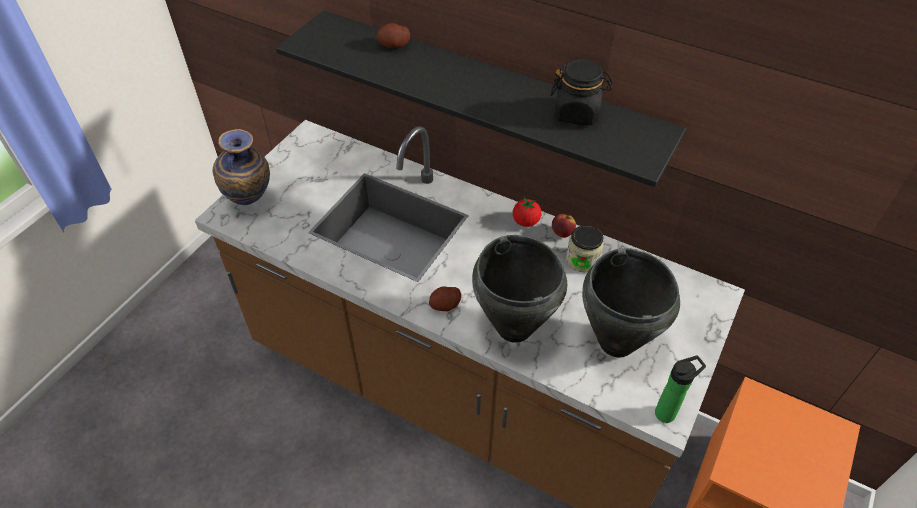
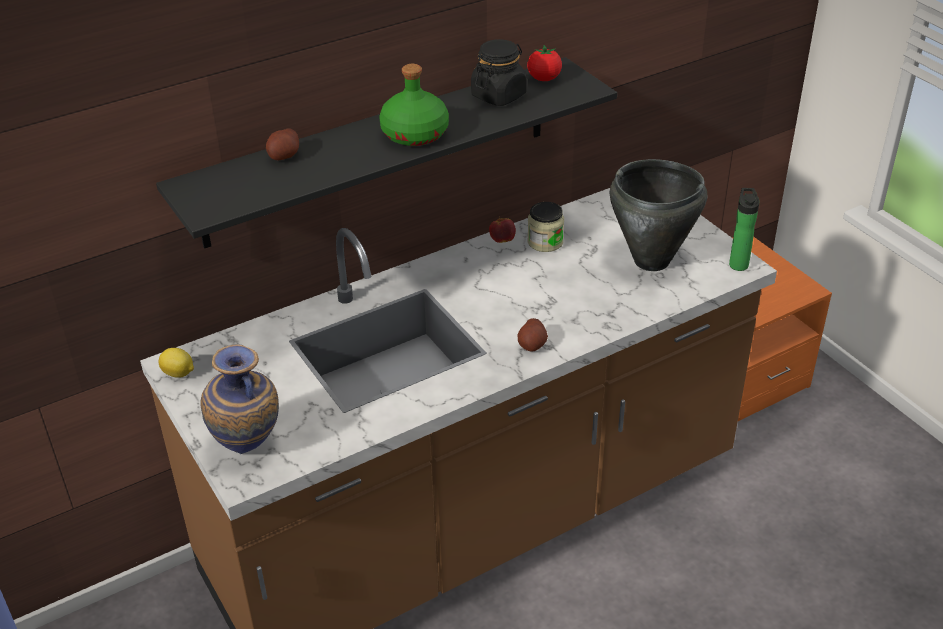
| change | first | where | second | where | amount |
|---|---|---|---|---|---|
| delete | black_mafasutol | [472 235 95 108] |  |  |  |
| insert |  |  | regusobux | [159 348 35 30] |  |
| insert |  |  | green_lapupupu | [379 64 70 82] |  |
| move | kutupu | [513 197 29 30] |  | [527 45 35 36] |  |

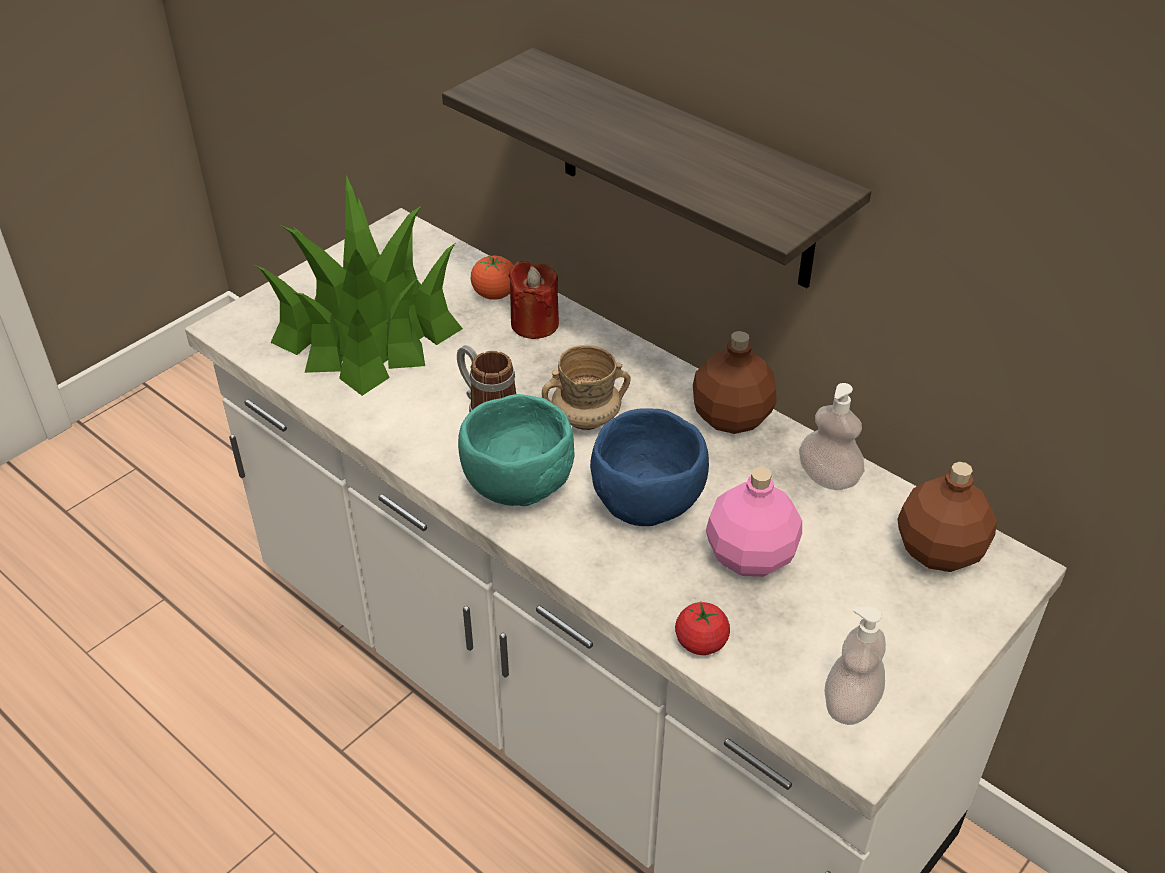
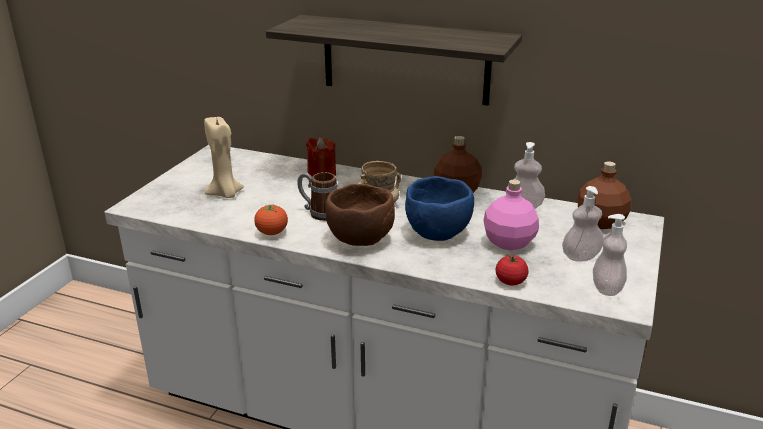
| change | first | where | second | where | amount |
|---|---|---|---|---|---|
| insert |  |  | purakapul | [562 186 42 76] |  |
| move | kutupu | [471 256 42 44] |  | [254 204 34 31] |  |
| replace | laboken | [254 175 209 221] | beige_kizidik | [204 117 40 81] |  |
| recolor | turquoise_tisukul | [458 394 117 112] | brown_tisukul | [325 184 70 62] |  |

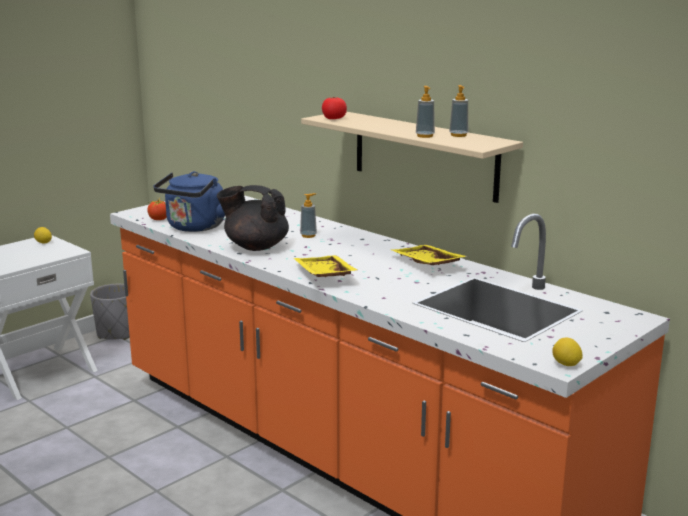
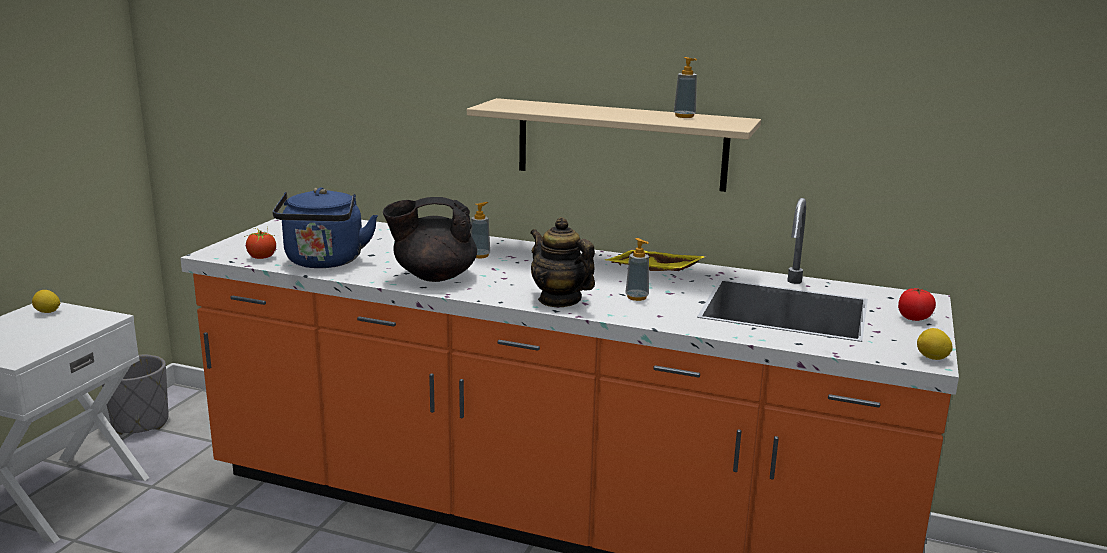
| change | first | where | second | where | amount |
|---|---|---|---|---|---|
| move | kutupu | [322 97 25 22] |  | [898 287 38 34] |  |
| move | purakapul | [416 86 19 52] |  | [625 238 24 63] |  |
| replace | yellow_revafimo | [294 255 64 22] | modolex | [530 217 65 90] |  |

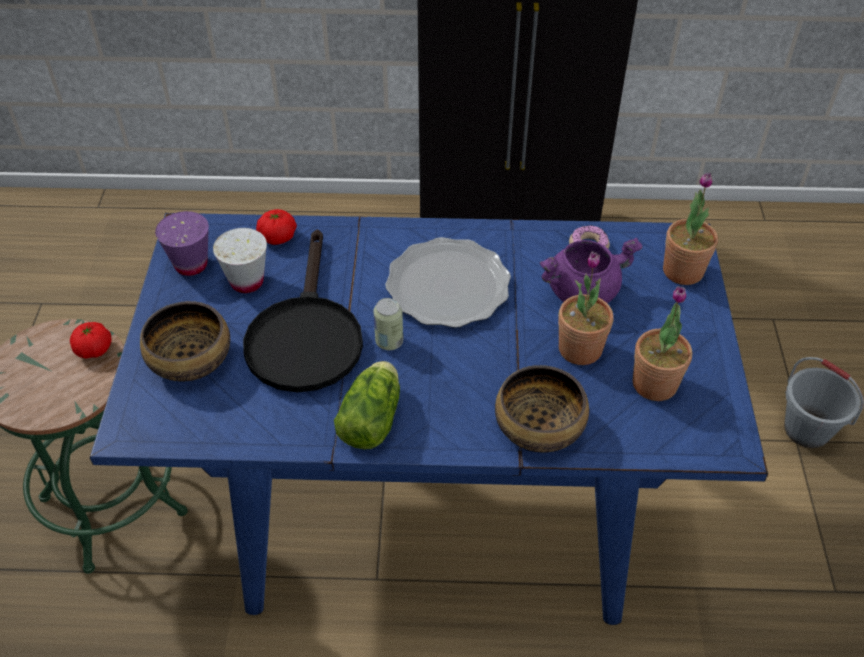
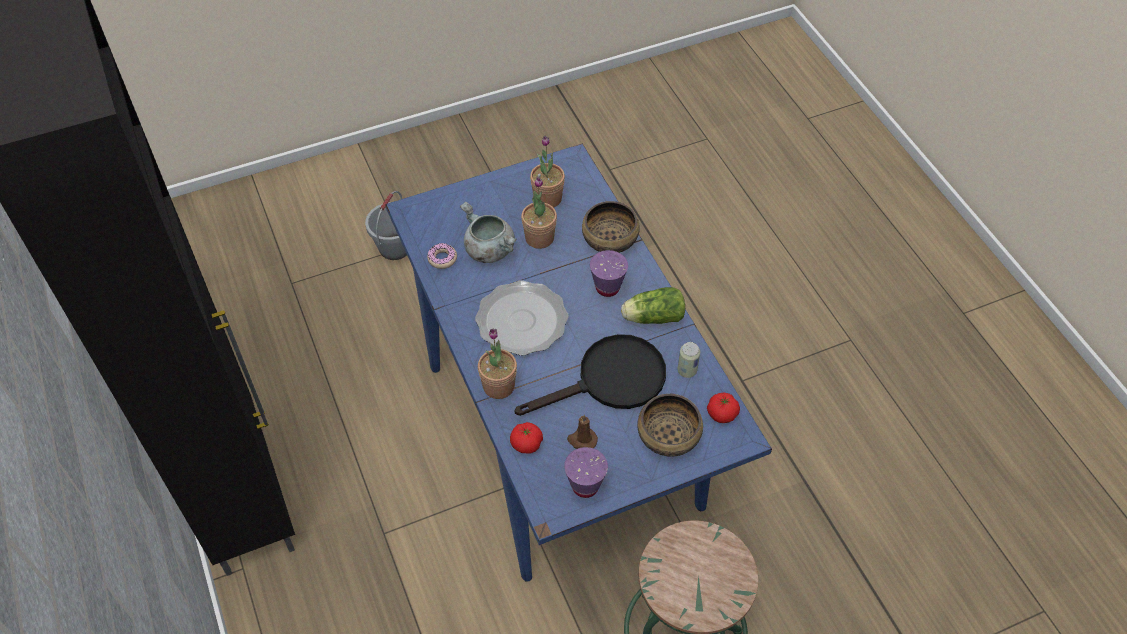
| change | first | where | second | where | amount |
|---|---|---|---|---|---|
| insert |  |  | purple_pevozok | [590 250 38 47] |  |
| move | kutupu | [70 322 42 37] |  | [707 393 33 30] |  |
| move | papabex | [373 298 30 52] |  | [677 342 23 36] |  |
| move | laboken | [663 172 55 113] |  | [478 329 39 70] |  |
| replace | white_pevozok | [213 228 54 65] | brown_kizidik | [567 414 31 35] |  |
| recolor | purple_mafasutol | [540 238 103 65] | grey_mafasutol | [460 202 57 61] |  |

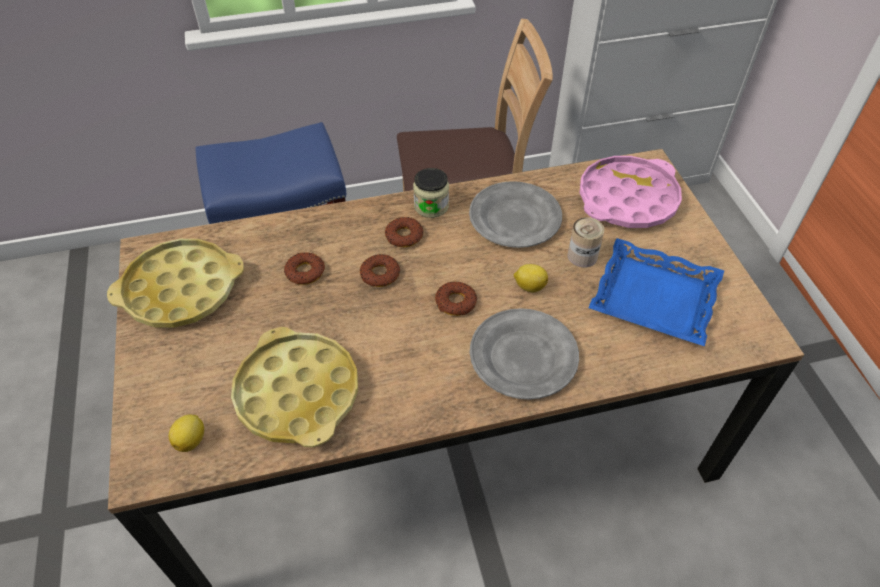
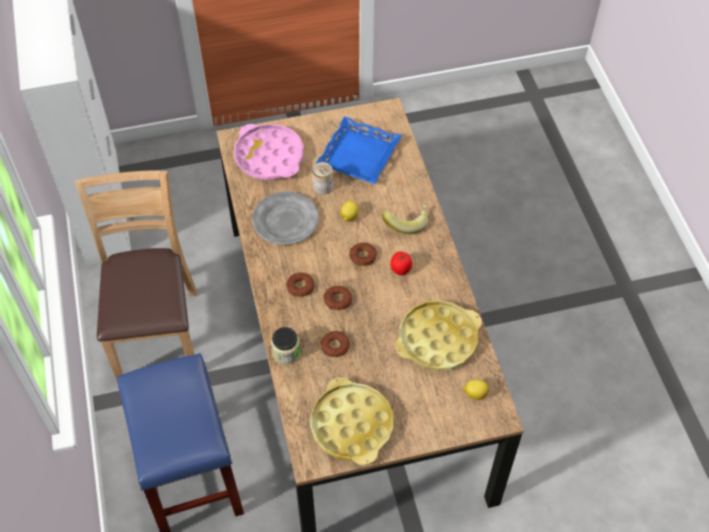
| change | first | where | second | where | amount |
|---|---|---|---|---|---|
| insert |  |  | kutupu | [390 251 22 24] |  |
| move | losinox | [413 168 36 50] |  | [271 327 29 37] |  |
| replace | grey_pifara | [470 308 109 91] | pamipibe | [382 205 46 29] |  |

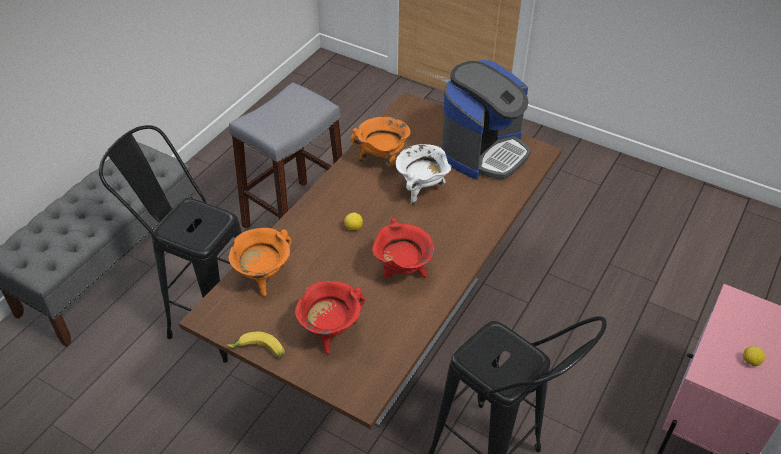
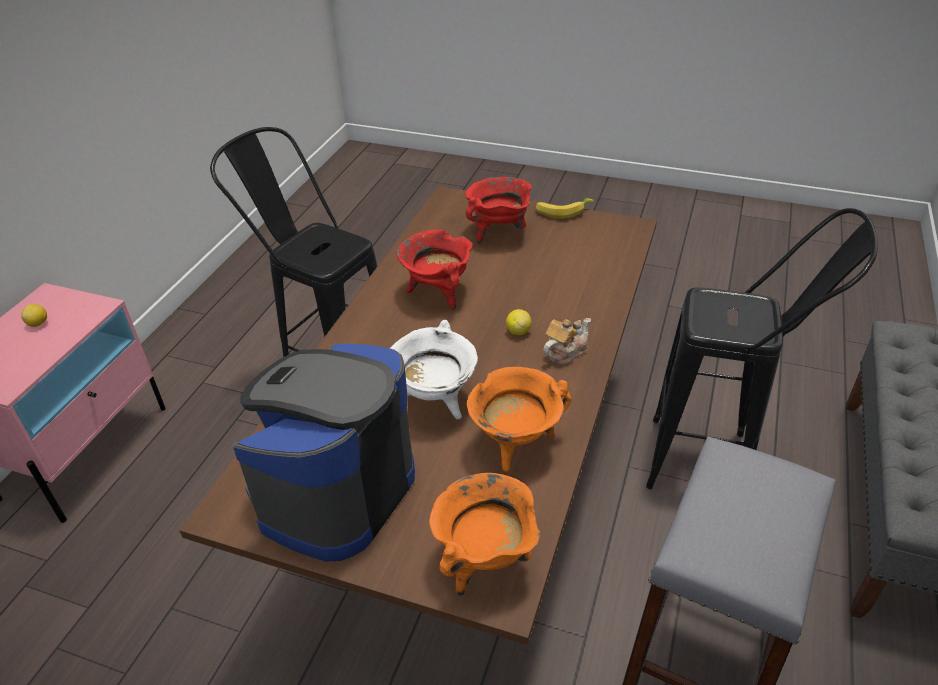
| change | first | where | second | where | amount |
|---|---|---|---|---|---|
| insert |  |  | modolex | [543 318 48 47] |  |
| move | orange_mafasutol | [229 228 62 68] |  | [429 473 112 123] |  |

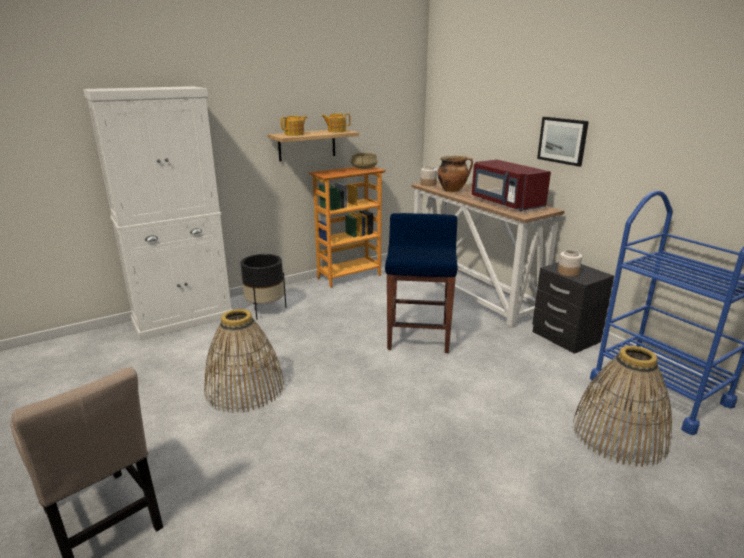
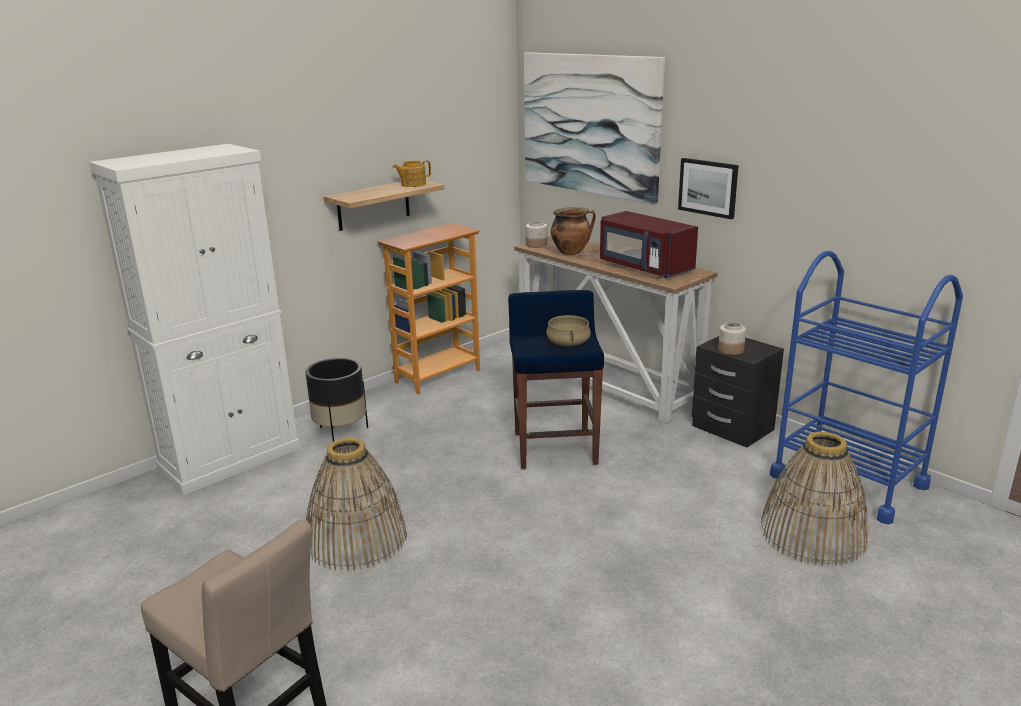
| change | first | where | second | where | amount |
|---|---|---|---|---|---|
| delete | modolex | [281 116 26 20] |  |  |  |
| insert |  |  | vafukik | [524 52 141 153] |  |
| move | beige_mafasutol | [351 153 27 16] |  | [546 315 45 31] |  |

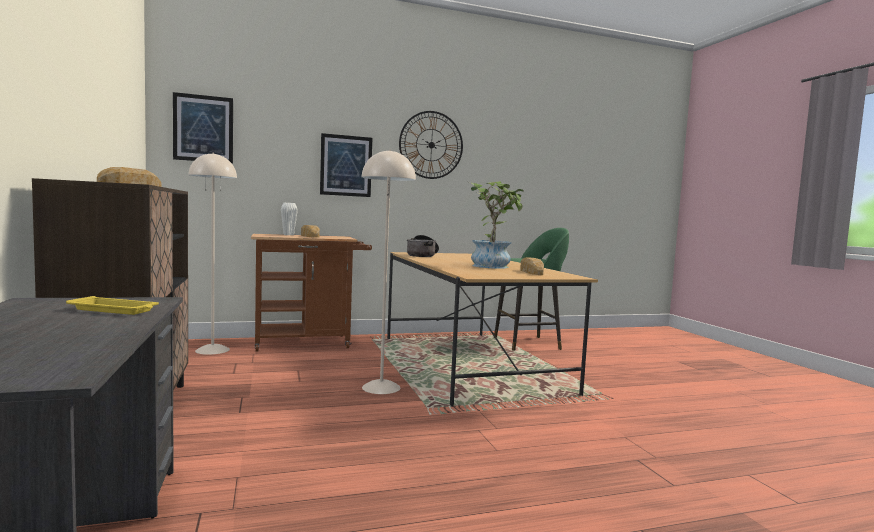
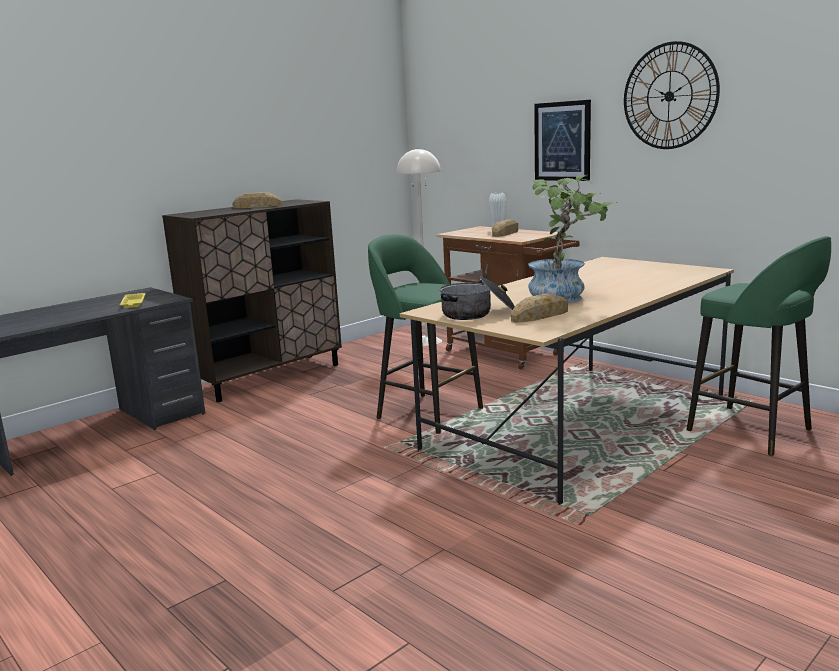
| change | first | where | second | where | amount |
|---|---|---|---|---|---|
| delete | vafukik | [173 92 60 72] |  |  |  |
| move | mafasutol | [407 235 32 22] |  | [440 276 75 44] |  |
| replace | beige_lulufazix | [362 149 54 245] | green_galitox | [368 234 115 200] |  |

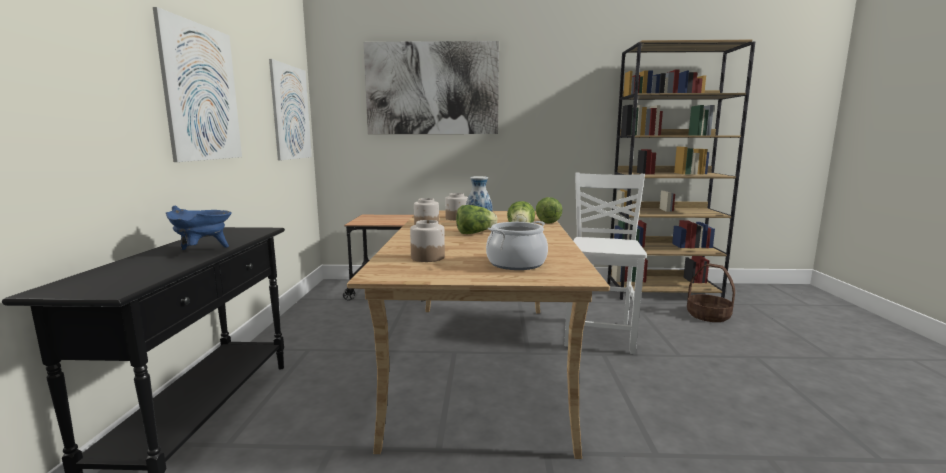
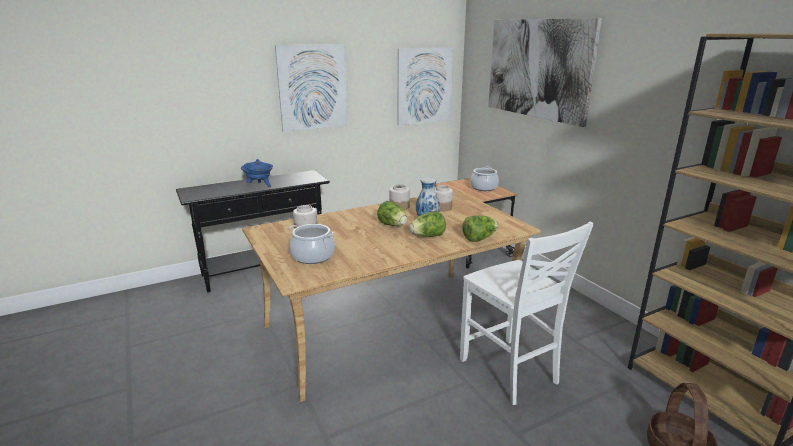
| change | first | where | second | where | amount |
|---|---|---|---|---|---|
| insert |  |  | mafasutol | [470 166 29 25] |  |
| rotate | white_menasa | [564 172 83 182] |  | [460 221 134 184] | 75 degrees clockwise |

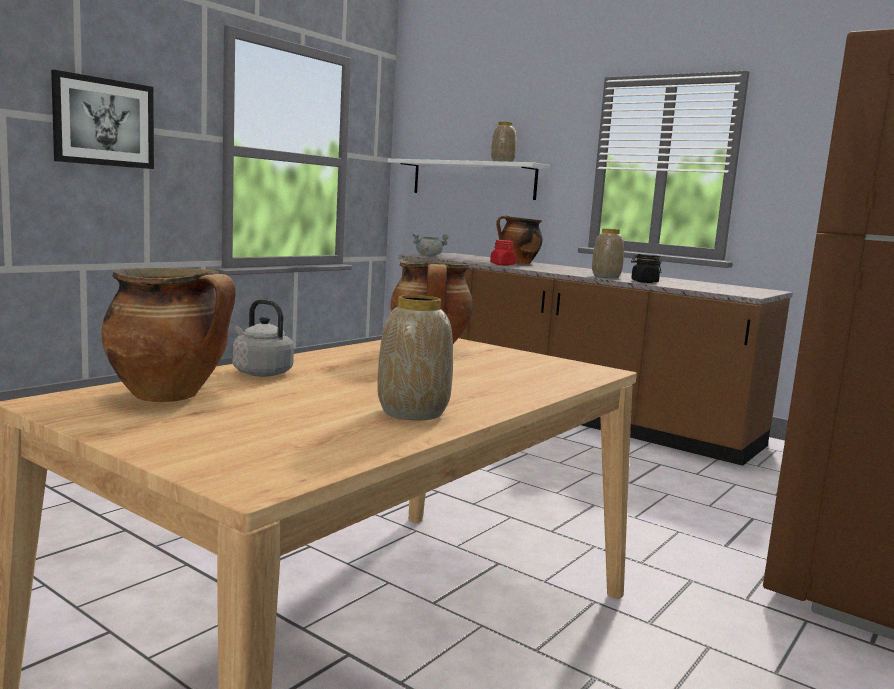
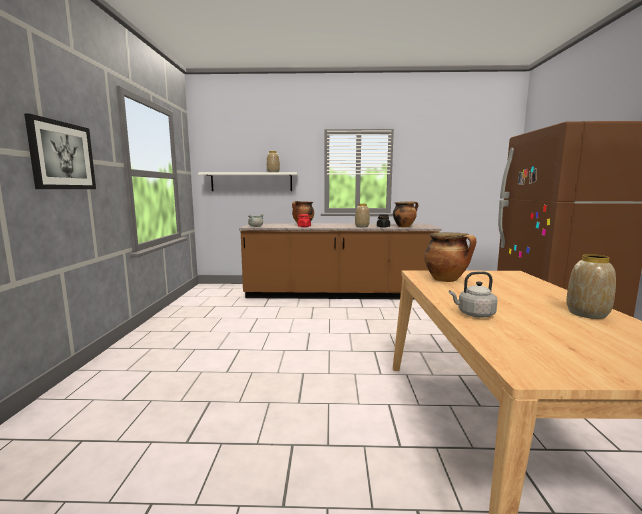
| change | first | where | second | where | amount |
|---|---|---|---|---|---|
| move | mafasutol | [101 268 135 134] |  | [393 201 25 26] |  |

